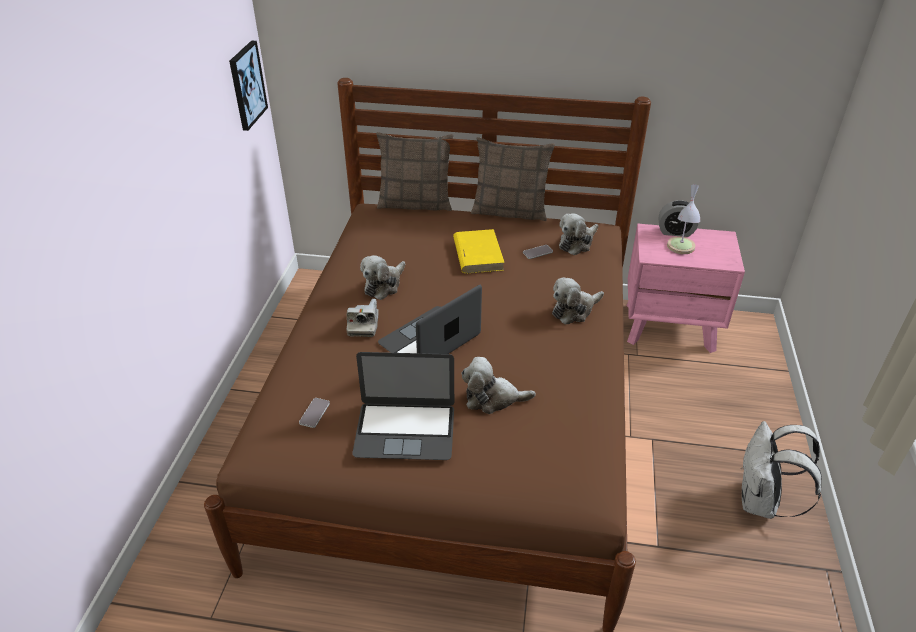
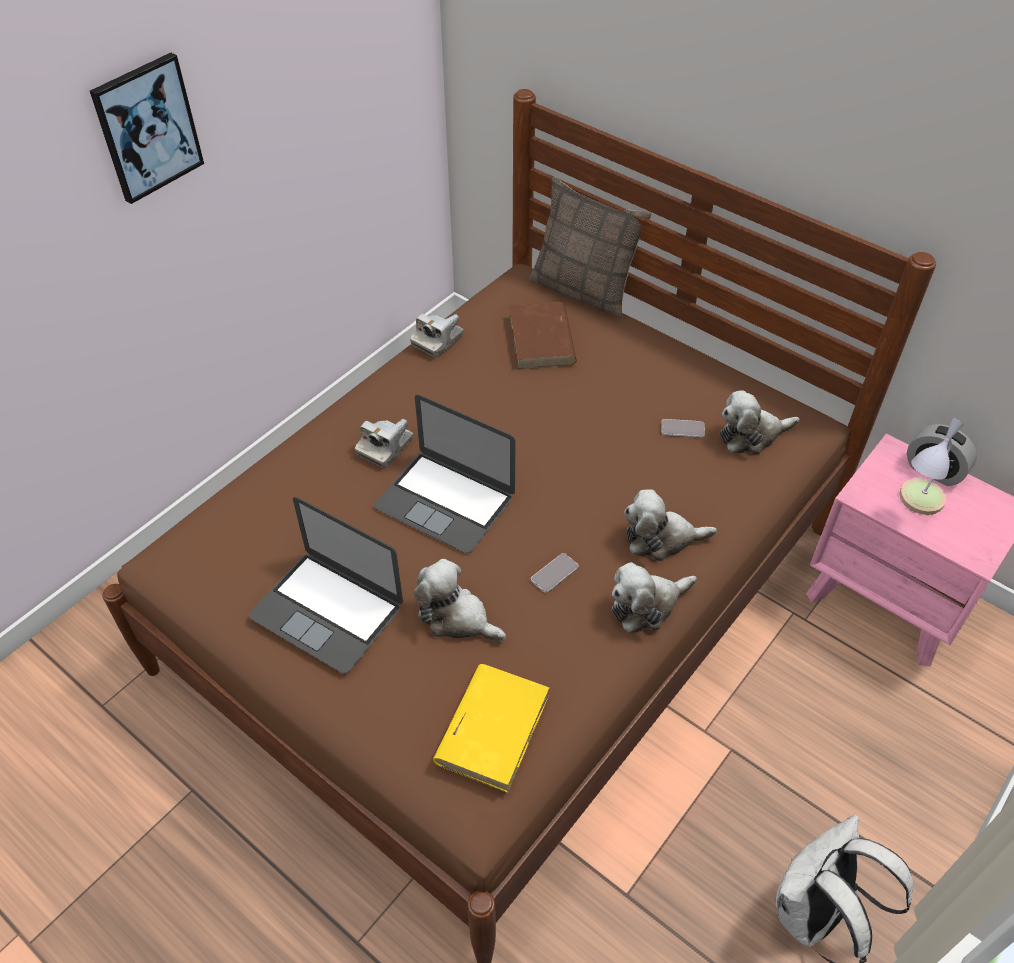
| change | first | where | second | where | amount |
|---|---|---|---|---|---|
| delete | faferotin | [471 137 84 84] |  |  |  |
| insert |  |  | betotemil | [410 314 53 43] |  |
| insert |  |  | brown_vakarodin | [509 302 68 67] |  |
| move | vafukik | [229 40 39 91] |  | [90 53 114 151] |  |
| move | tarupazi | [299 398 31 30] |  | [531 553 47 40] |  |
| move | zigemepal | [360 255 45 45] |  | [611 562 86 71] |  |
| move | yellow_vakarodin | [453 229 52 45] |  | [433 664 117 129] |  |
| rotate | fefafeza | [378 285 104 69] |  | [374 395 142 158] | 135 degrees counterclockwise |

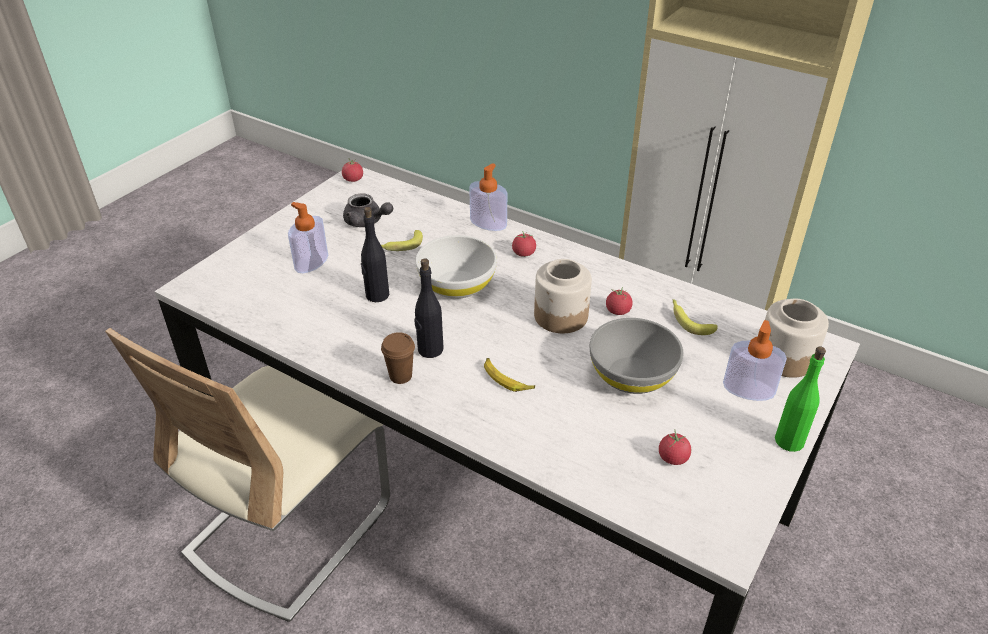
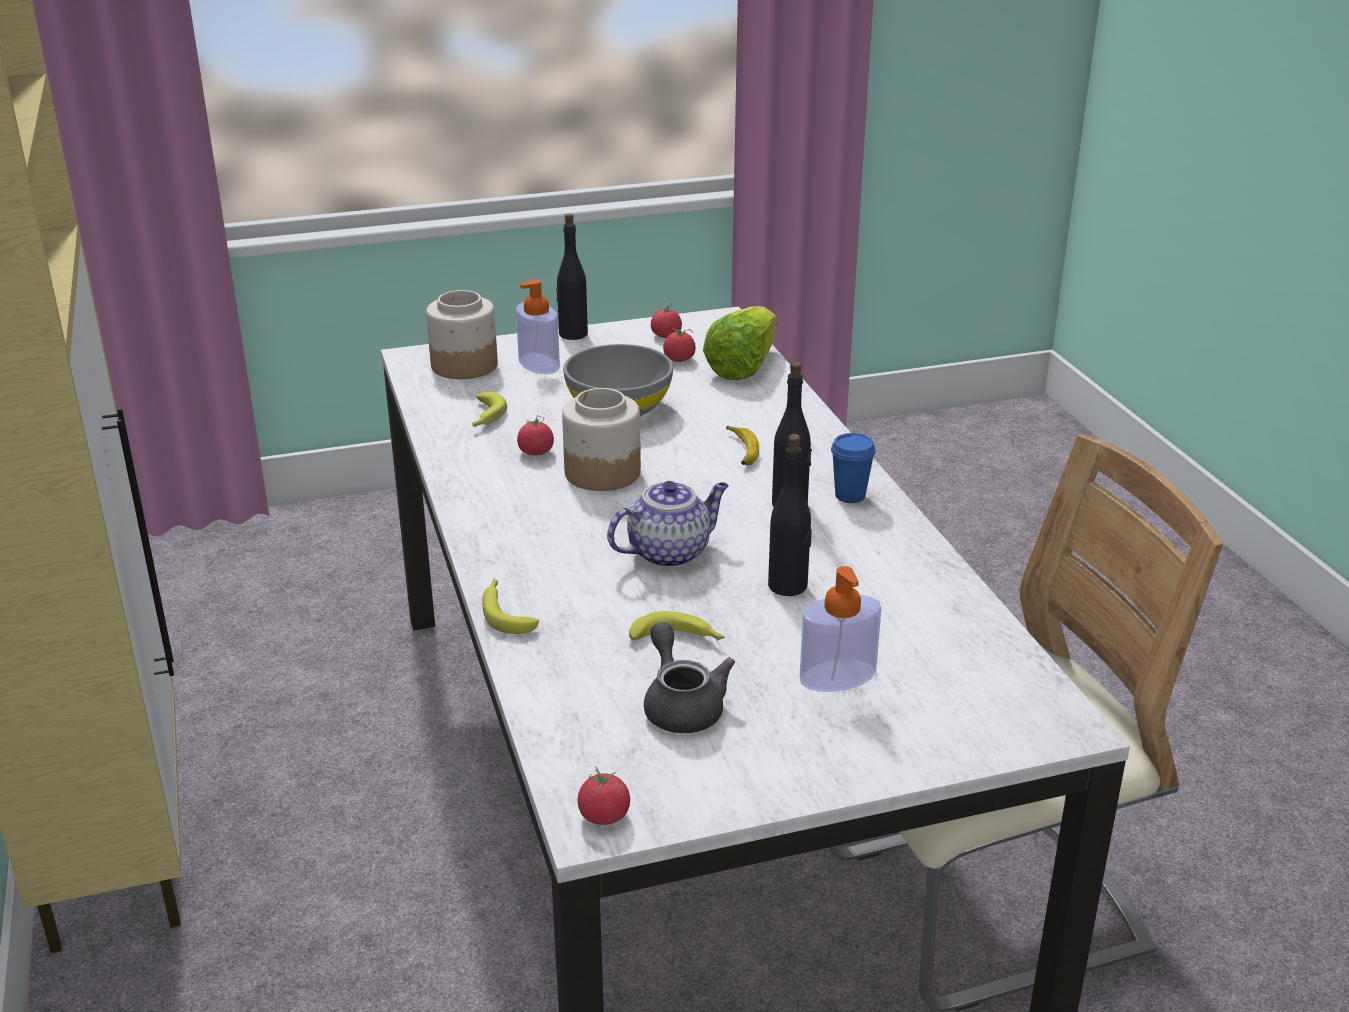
| change | first | where | second | where | amount |
|---|---|---|---|---|---|
| insert |  |  | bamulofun | [703 306 74 74] |  |
| move | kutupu | [512 231 24 26] |  | [651 304 31 34] |  |
| replace | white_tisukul | [416 235 81 64] | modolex | [607 481 122 87] |  |
| replace | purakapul | [469 163 38 68] | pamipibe | [482 578 57 56] |  |
| recolor | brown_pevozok | [381 332 34 52] | blue_pevozok | [831 433 45 70] |  |
| recolor | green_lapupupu | [775 346 51 106] | black_lapupupu | [556 214 32 126] |  |

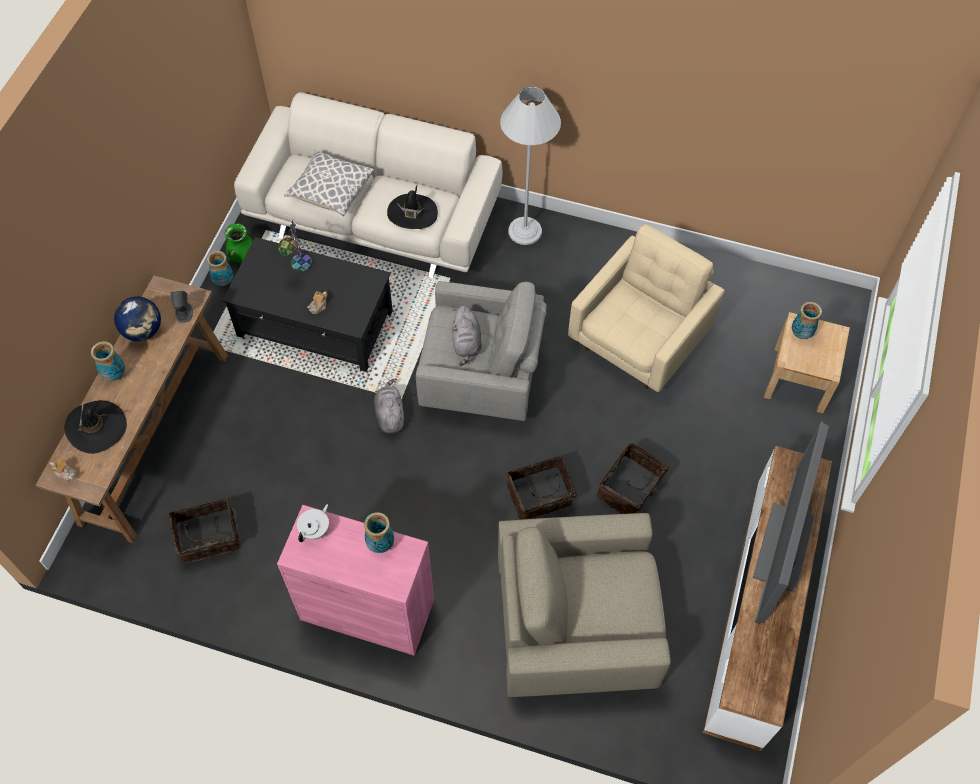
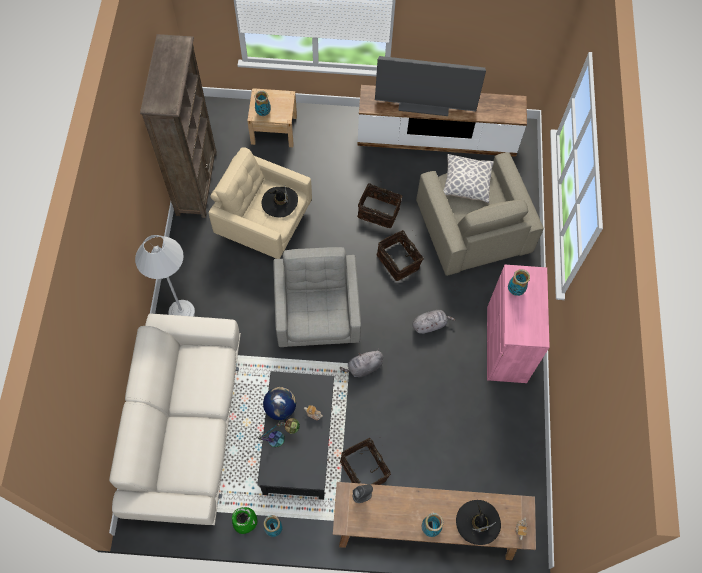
| change | first | where | second | where | amount |
|---|---|---|---|---|---|
| delete | white_modolex | [297 504 32 38] |  |  |  |
| insert |  |  | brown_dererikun | [140 34 77 184] |  |
| move | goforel | [114 296 47 45] |  | [263 387 33 33] |  |
| move | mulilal | [169 498 71 65] |  | [340 438 51 47] |  |
| move | faferotin | [284 149 90 68] |  | [443 154 51 49] |  |
| move | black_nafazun | [387 186 51 43] |  | [262 185 36 32] |  |
| move | grey_zigemepal | [452 305 30 61] |  | [413 310 42 24] |  |

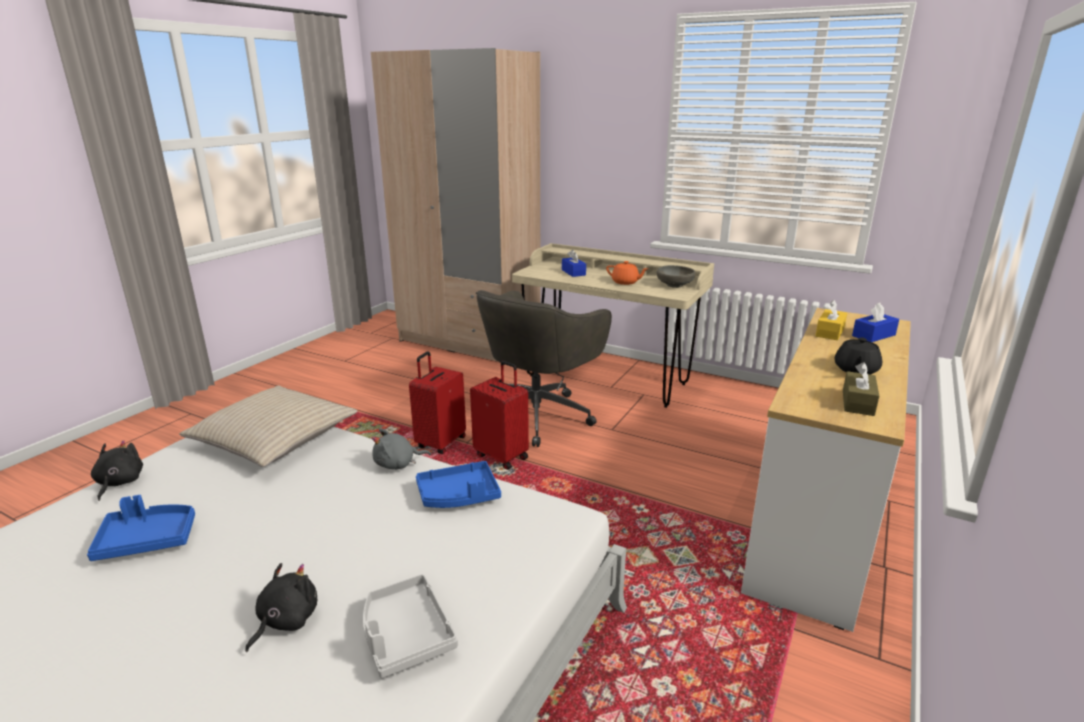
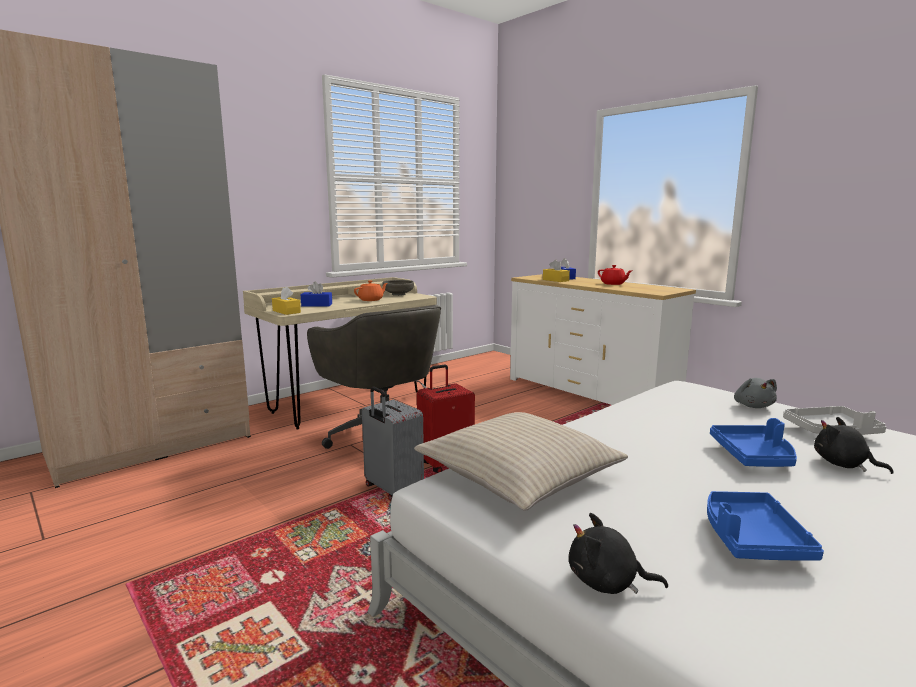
| change | first | where | second | where | amount |
|---|---|---|---|---|---|
| delete | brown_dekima | [843 362 36 54] |  |  |  |
| insert |  |  | yellow_dekima | [272 286 29 29] |  |
| move | grey_zigemepal | [372 428 59 42] |  | [734 378 43 30] |  |
| move | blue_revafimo | [416 461 85 47] |  | [710 418 87 49] |  |
| recolor | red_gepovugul | [409 351 57 103] | grey_gepovugul | [362 387 62 113] |  |
| recolor | black_modolex | [835 337 47 38] | red_modolex | [598 265 34 20] |  |

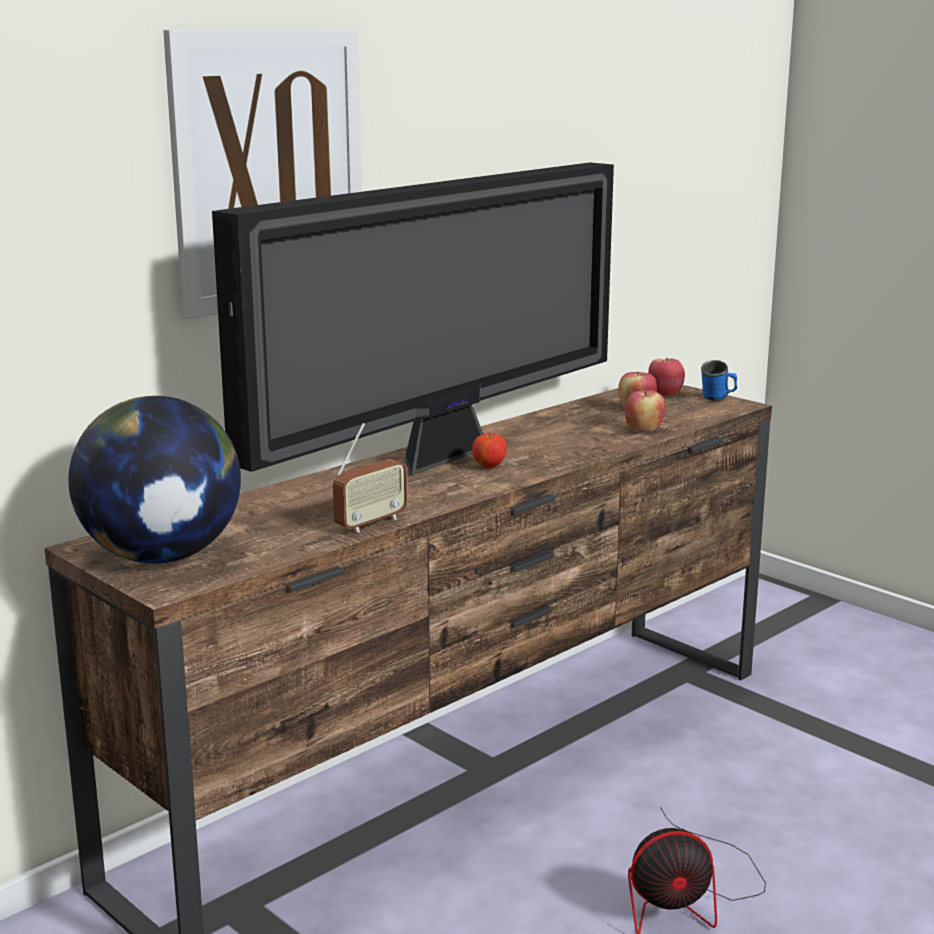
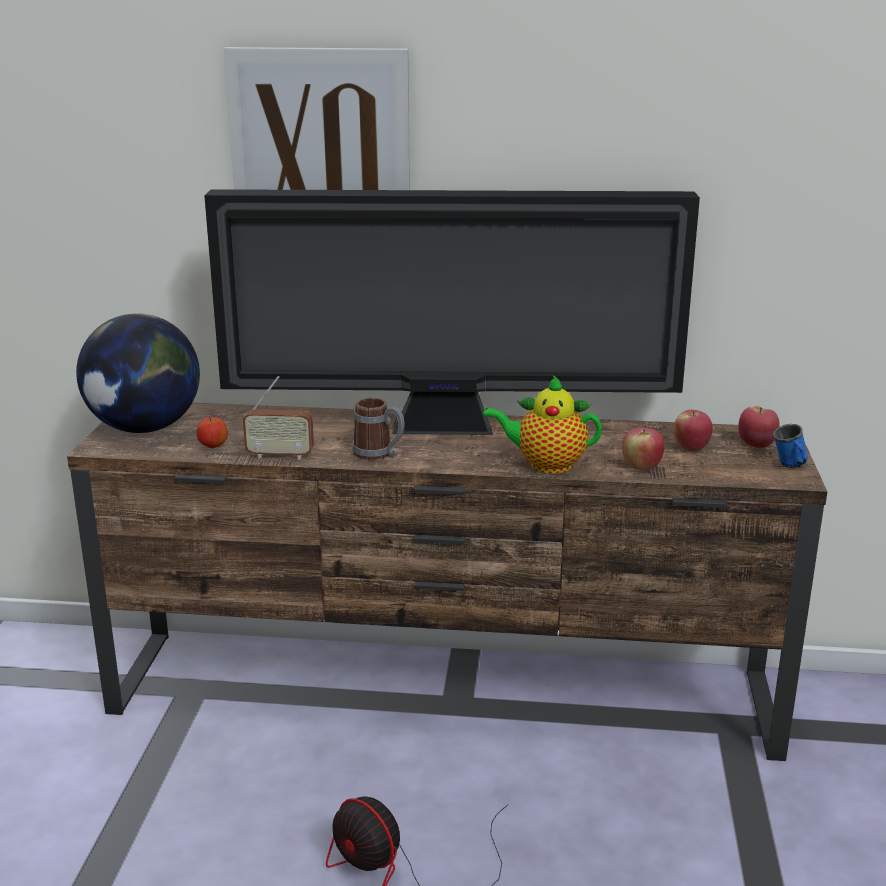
| change | first | where | second | where | amount |
|---|---|---|---|---|---|
| insert |  |  | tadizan | [353 398 51 62] |  |
| insert |  |  | modolex | [483 375 119 99] |  |
| move | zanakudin | [472 433 35 35] |  | [197 417 31 31] |  |

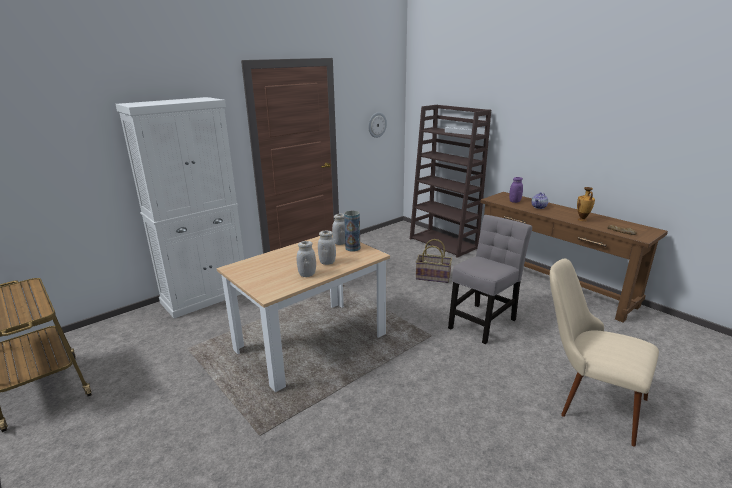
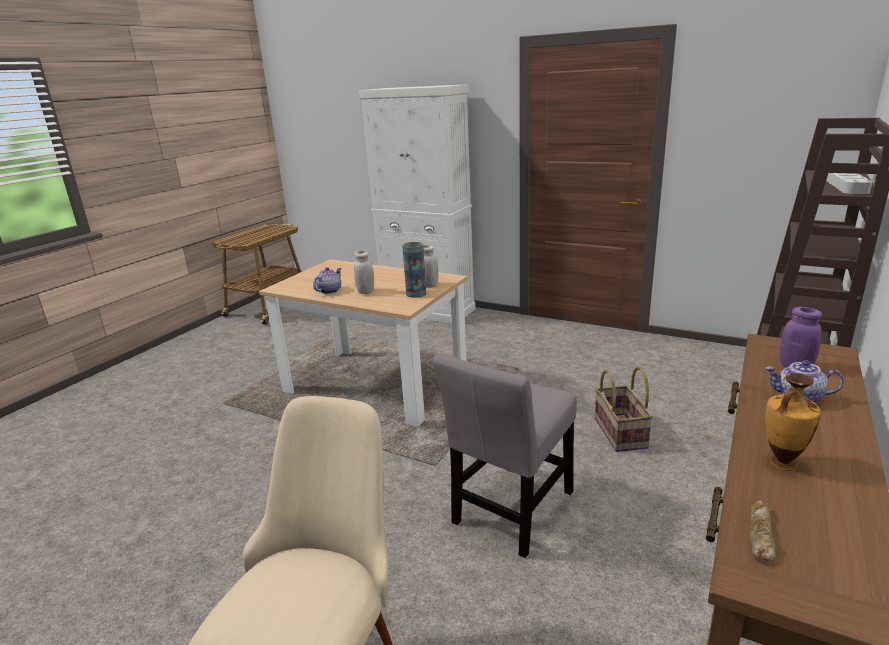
| change | first | where | second | where | amount |
|---|---|---|---|---|---|
| delete | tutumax | [368 112 19 26] |  |  |  |
| replace | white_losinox | [297 241 19 36] | modolex | [313 267 29 27] |  |
| rotate | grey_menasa | [448 215 84 129] |  | [432 353 145 205] | 105 degrees clockwise |

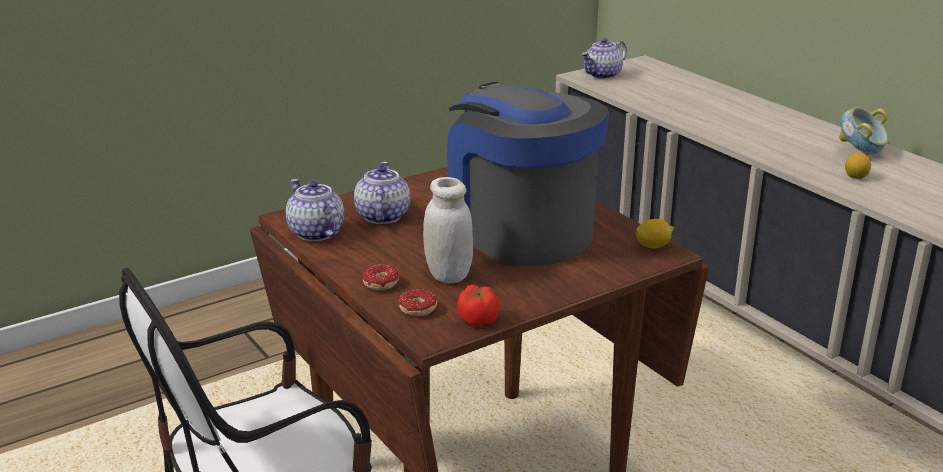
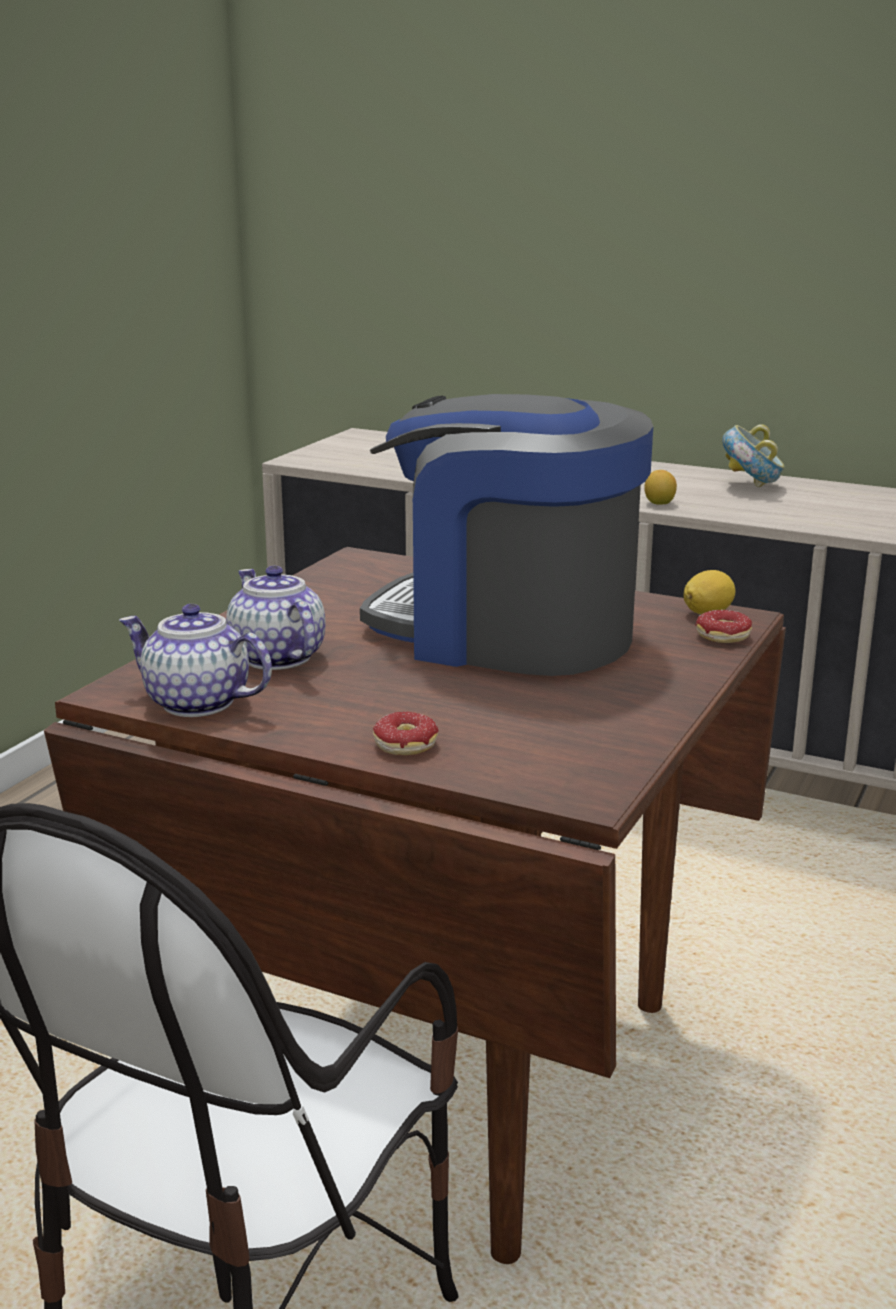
| change | first | where | second | where | amount |
|---|---|---|---|---|---|
| delete | white_losinox | [423 177 50 106] |  |  |  |
| delete | kutupu | [457 285 43 42] |  |  |  |
| delete | modolex | [581 38 46 41] |  |  |  |
| move | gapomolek | [399 289 38 27] |  | [695 610 57 33] |  |
| move | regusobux | [845 153 26 26] |  | [644 470 33 35] |  |

